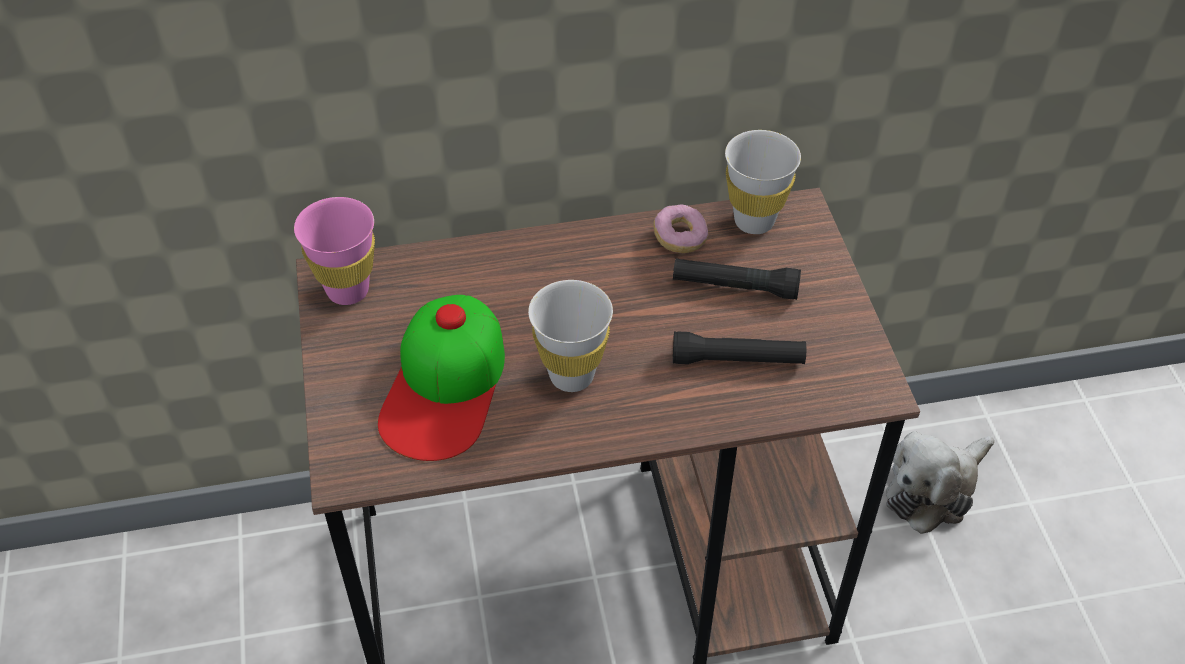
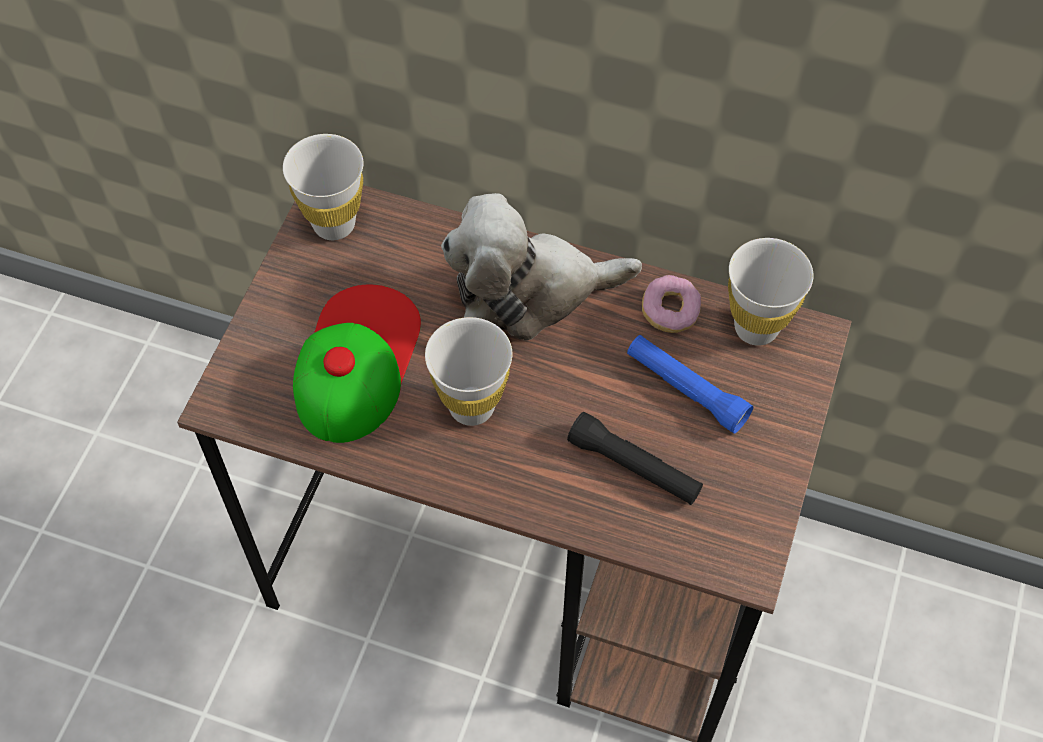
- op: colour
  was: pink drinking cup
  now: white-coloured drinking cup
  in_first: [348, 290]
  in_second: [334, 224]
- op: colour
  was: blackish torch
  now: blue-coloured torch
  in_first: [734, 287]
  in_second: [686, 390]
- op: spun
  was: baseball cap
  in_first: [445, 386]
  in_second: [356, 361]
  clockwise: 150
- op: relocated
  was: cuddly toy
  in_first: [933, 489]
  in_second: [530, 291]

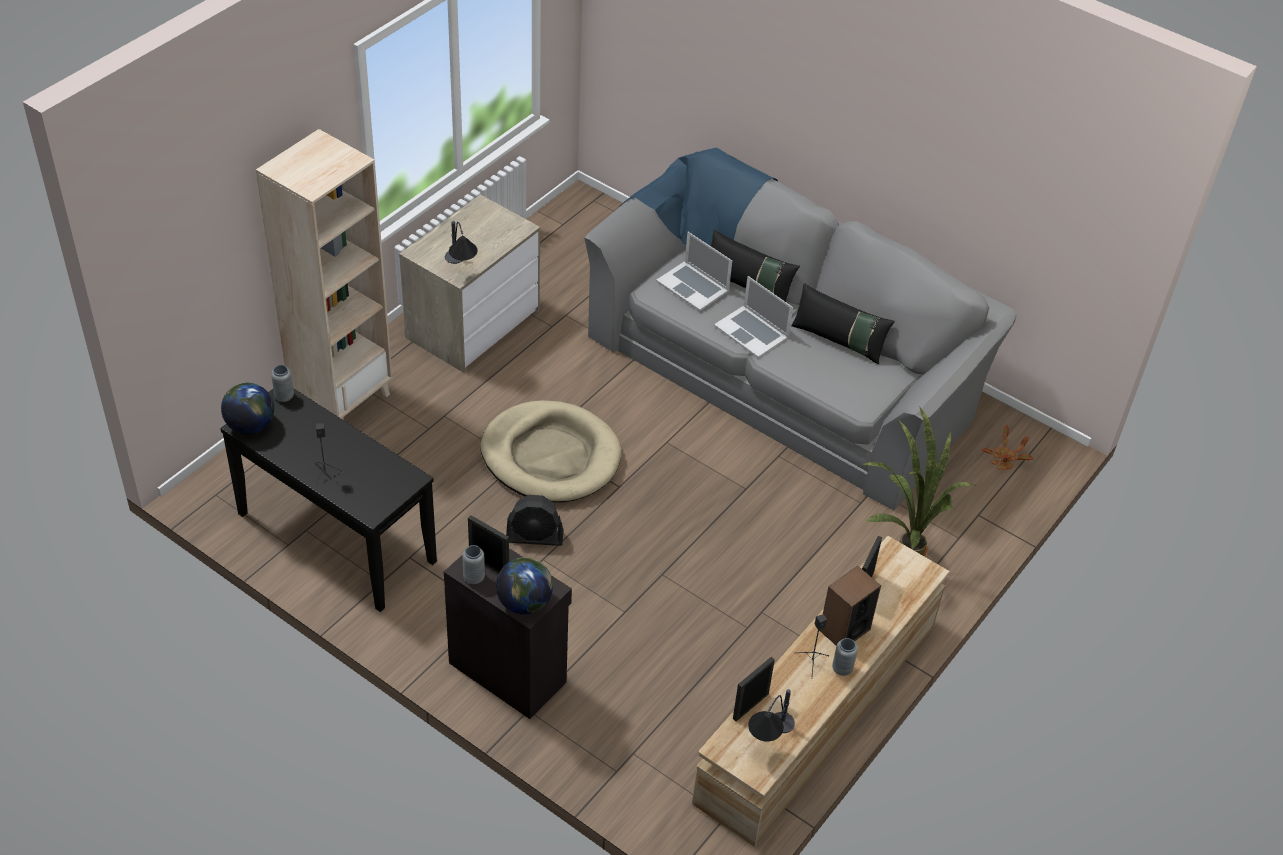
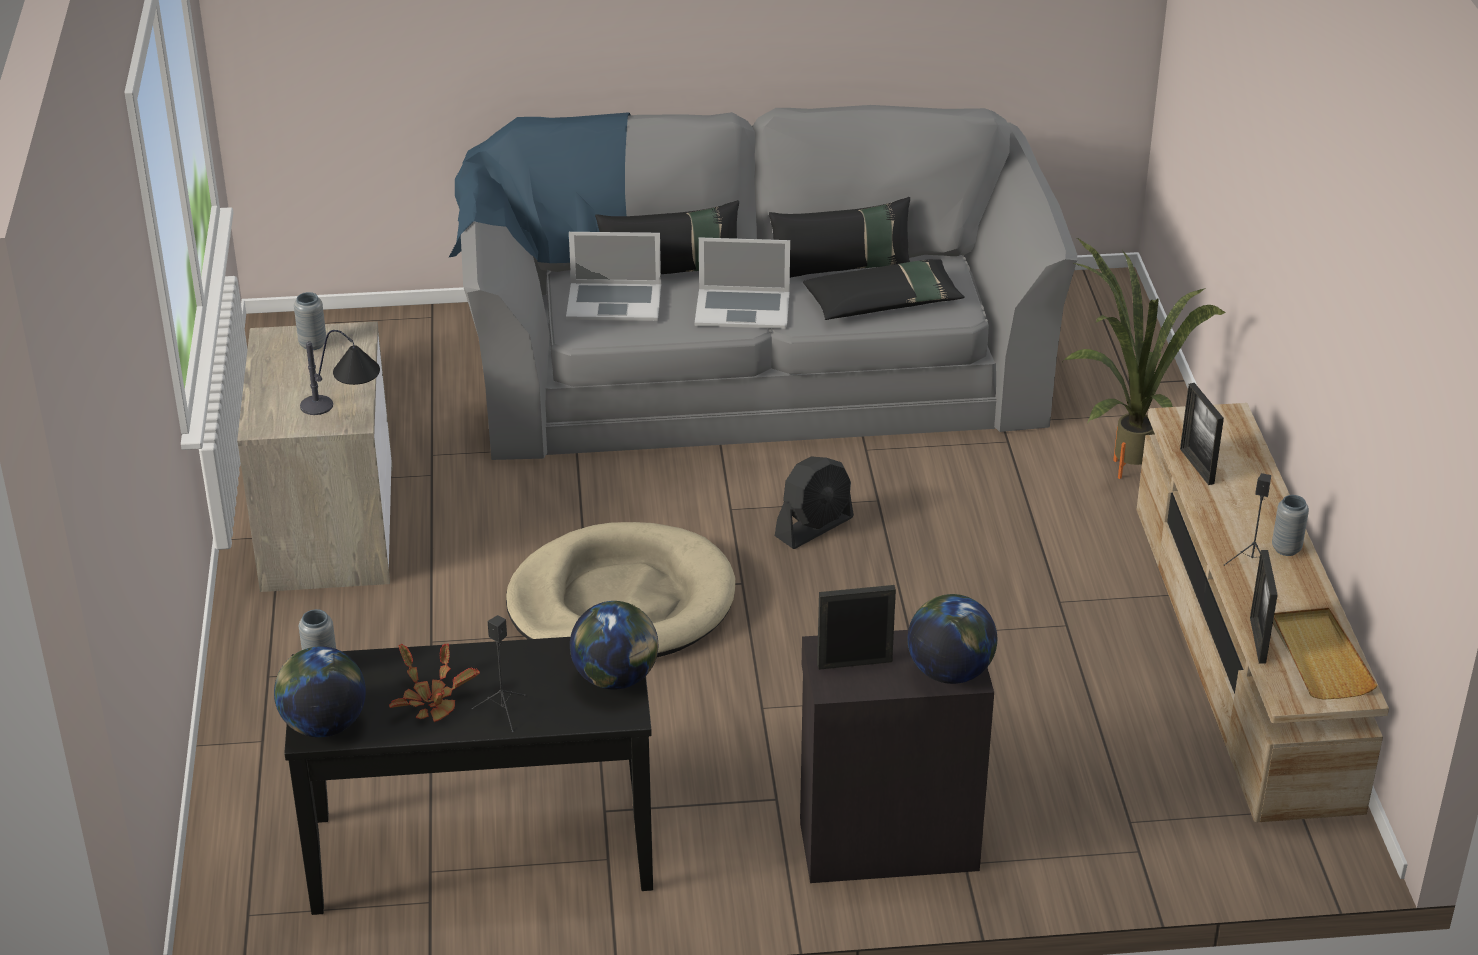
- op: missing
  was: beige-coloured bookshelf
  in_first: [342, 400]
- op: relocated
  was: potted plant
  in_first: [1005, 458]
  in_second: [432, 700]
- op: relocated
  was: blackish electric fan
  in_first: [535, 537]
  in_second: [814, 527]
- op: relocated
  was: greyish vase
  in_first: [474, 578]
  in_second: [313, 344]
- op: missing
  was: audio speaker
  in_first: [844, 630]
- op: exchanged
  was: lamp for a table
  now: beige-coloured carrying tray
  in_first: [769, 740]
  in_second: [1320, 657]
- op: appeared
  now: blackish cushion
  in_second: [883, 303]
- op: appeared
  now: globe
  in_second: [616, 678]

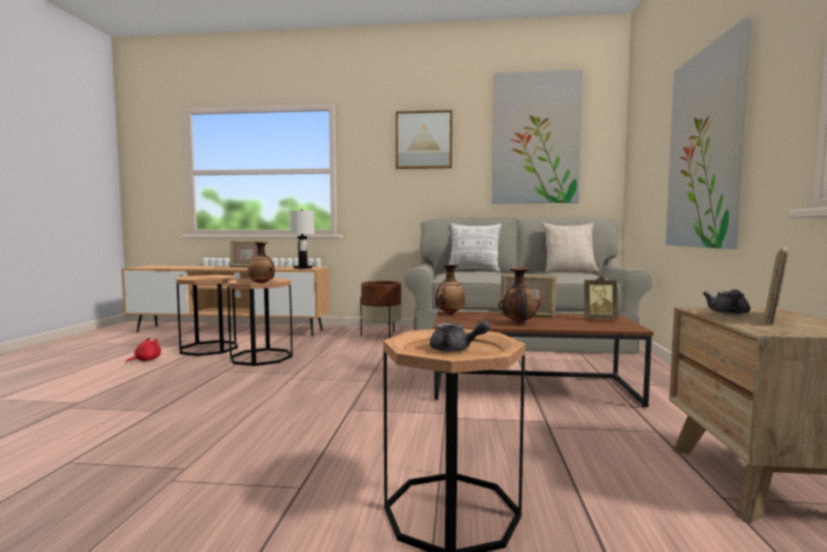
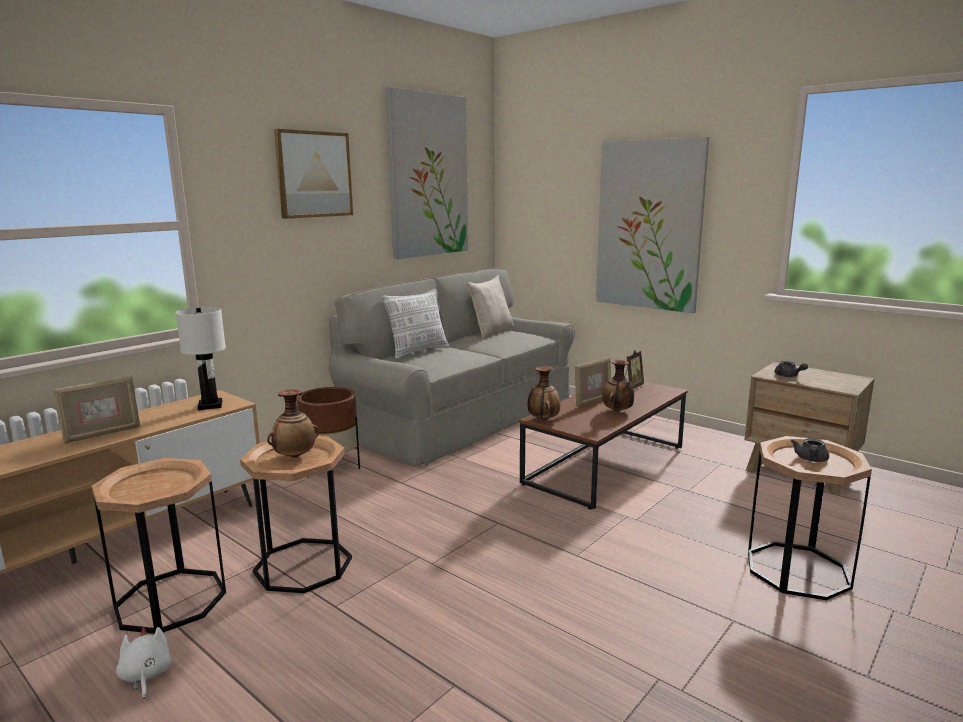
- op: missing
  was: standing frame
  in_first: [775, 319]
- op: spun
  was: greyish pot for tea
  in_first: [455, 350]
  in_second: [811, 459]
  clockwise: 150
- op: colour
  was: reddish cuddly toy
  now: white-coloured cuddly toy
  in_first: [146, 360]
  in_second: [146, 676]

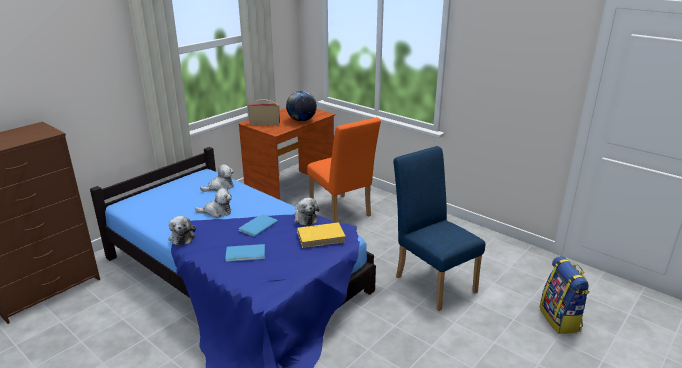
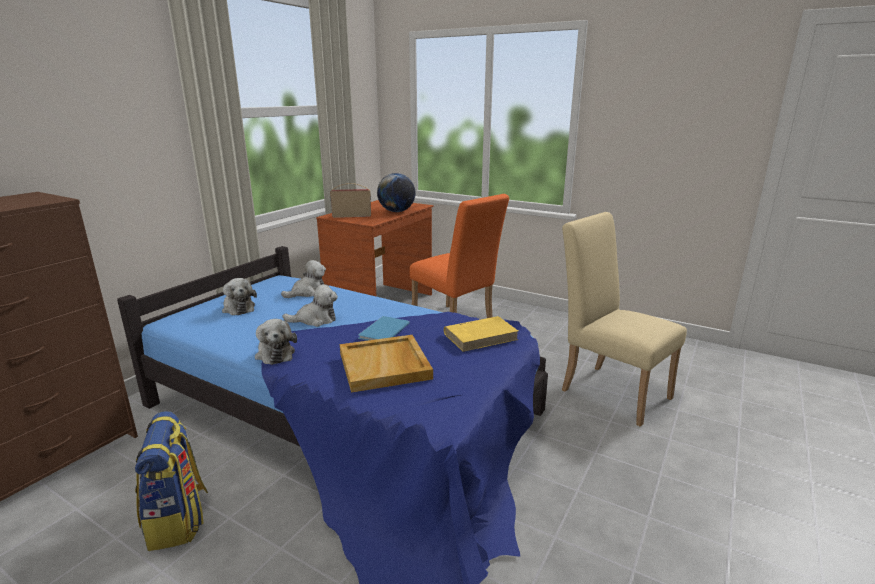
- op: colour
  was: blue-coloured plain chair
  now: beige-coloured plain chair
  in_first: [432, 280]
  in_second: [609, 390]
- op: relocated
  was: cuddly toy
  in_first: [304, 218]
  in_second: [238, 308]
- op: exchanged
  was: blue-coloured bound book
  now: beige-coloured carrying tray
  in_first: [246, 254]
  in_second: [385, 366]
- op: relocated
  was: backpack
  in_first: [560, 319]
  in_second: [178, 520]

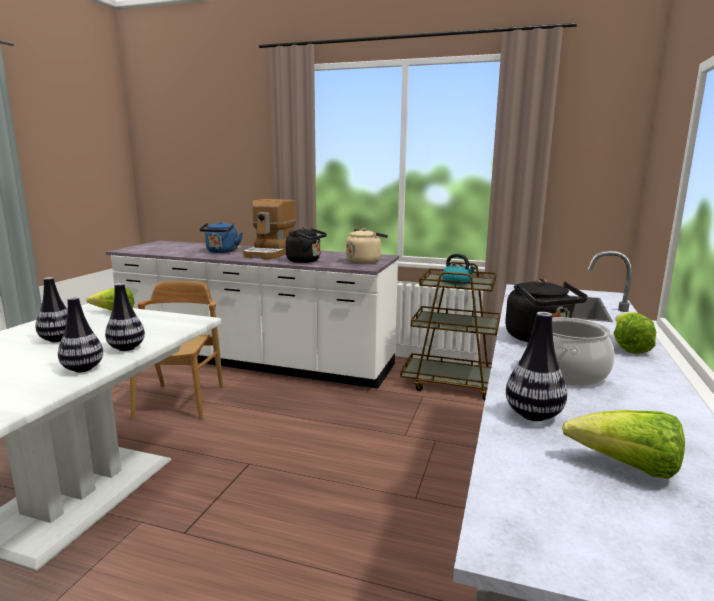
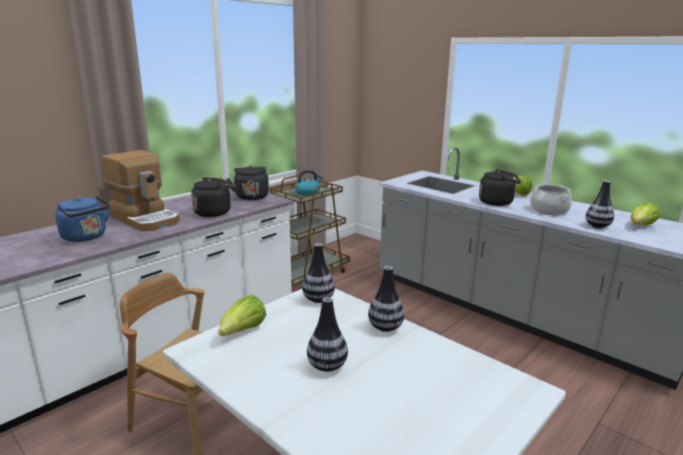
- op: colour
  was: beige-coloured kettle
  now: blackish kettle
  in_first: [365, 261]
  in_second: [251, 196]
- op: relocated
  was: vase
  in_first: [83, 369]
  in_second: [318, 300]

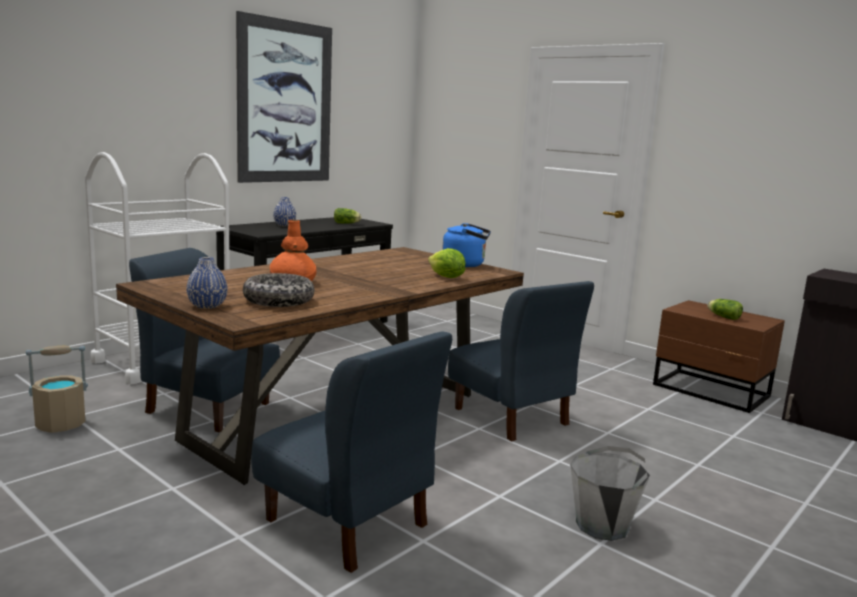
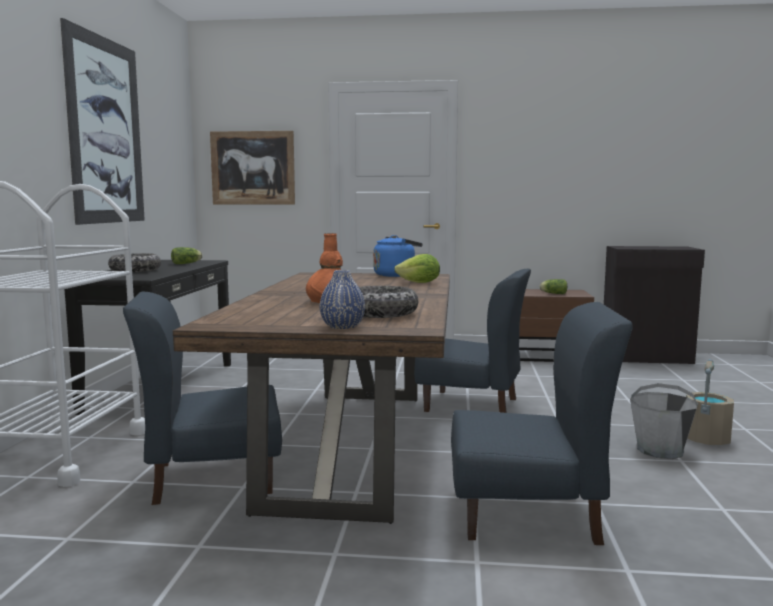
- op: exchanged
  was: blue-coloured vase
  now: serving bowl
  in_first: [284, 225]
  in_second: [135, 270]
- op: relocated
  was: beige-coloured water bucket
  in_first: [61, 424]
  in_second: [706, 439]
- op: appeared
  now: wall art
  in_second: [253, 168]

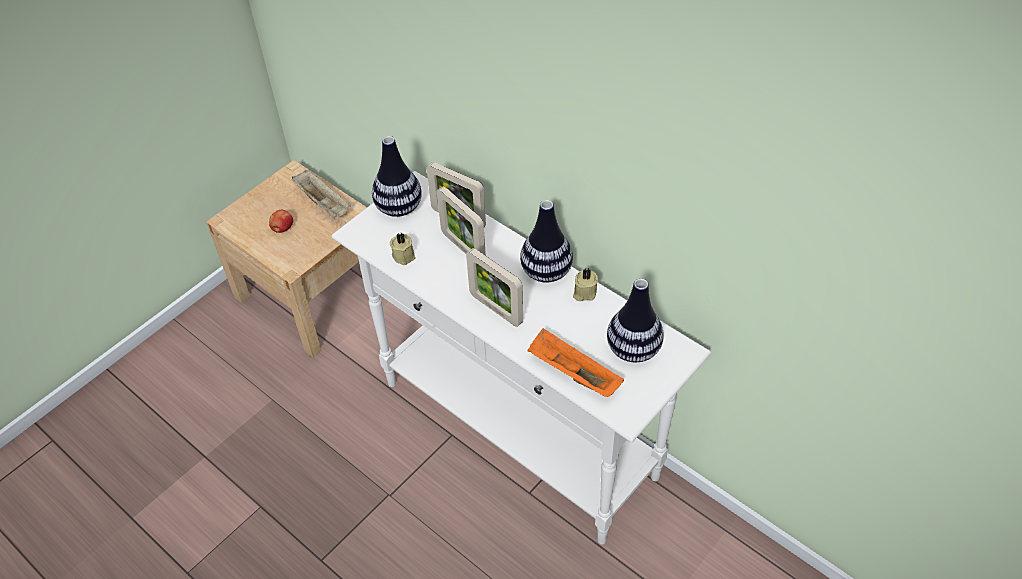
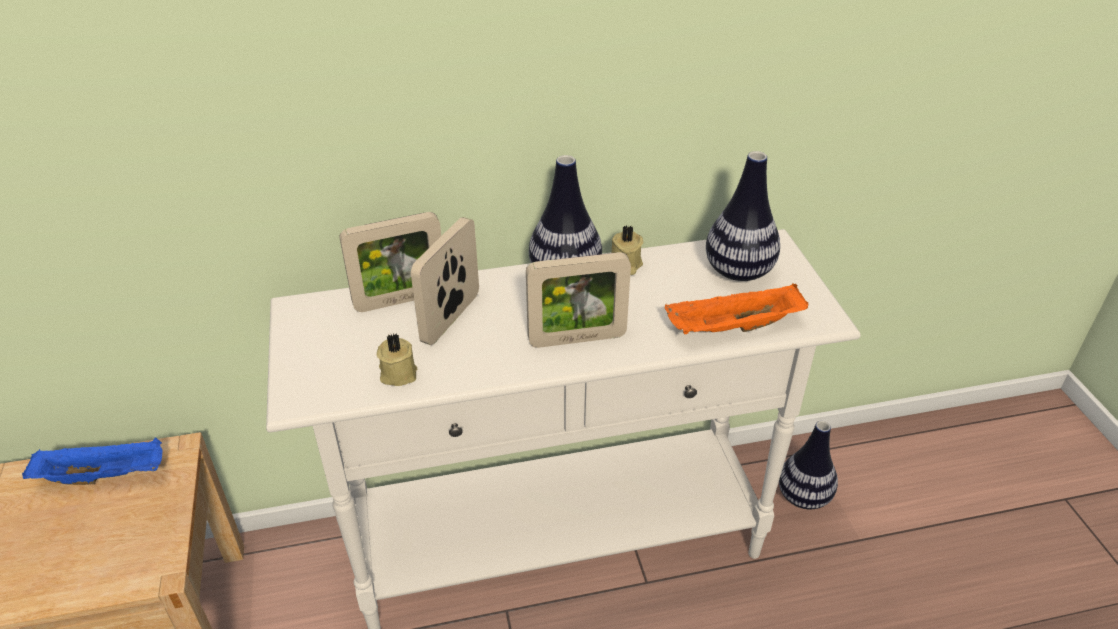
- op: relocated
  was: vase
  in_first: [399, 208]
  in_second: [803, 497]
- op: colour
  was: beige-coloured carrying tray
  now: blue-coloured carrying tray
  in_first: [324, 203]
  in_second: [105, 475]
- op: spun
  was: standing frame
  in_first: [463, 247]
  in_second: [451, 318]
  clockwise: 120
- op: missing
  was: apple
  in_first: [282, 229]

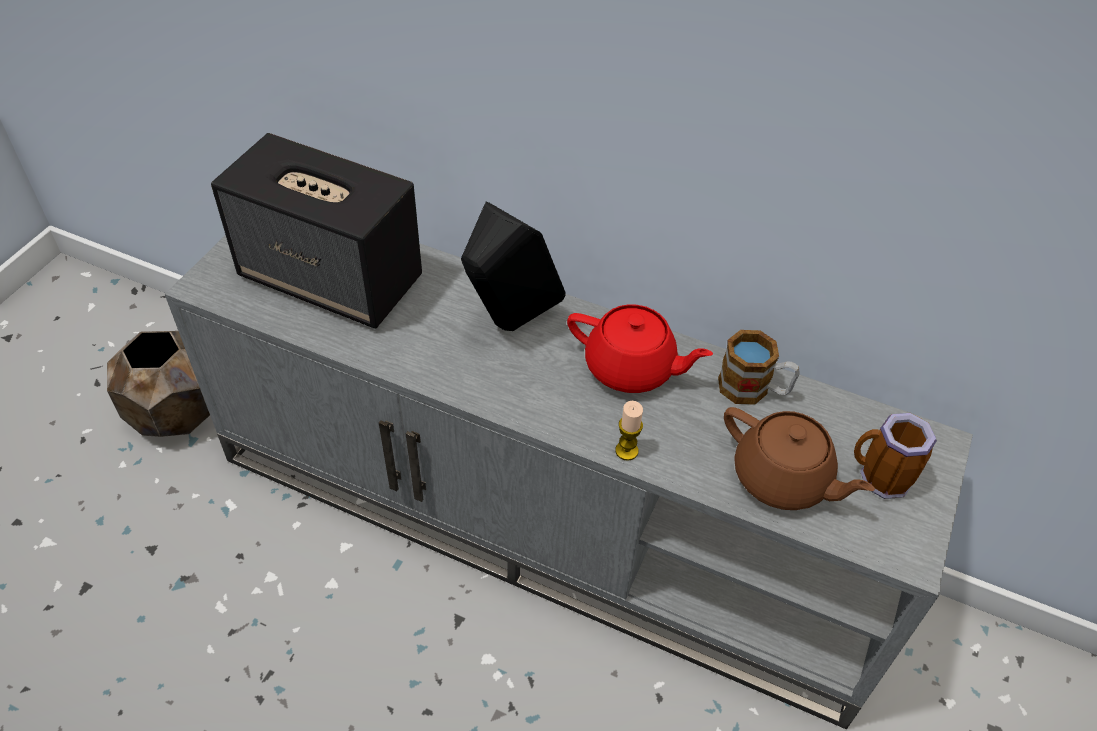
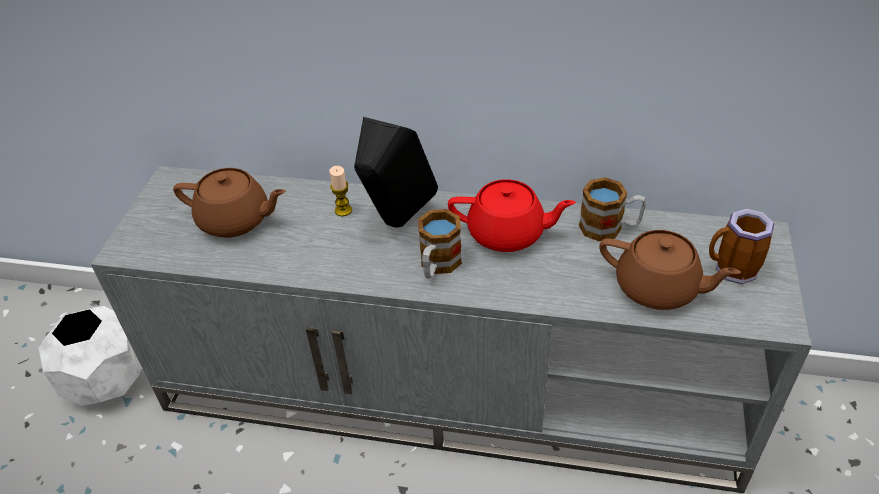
- op: exchanged
  was: audio speaker
  now: brown-coloured pot for tea
  in_first: [333, 279]
  in_second: [235, 220]
- op: colour
  was: brown-coloured planter
  now: white-coloured planter
  in_first: [176, 414]
  in_second: [107, 383]
- op: relocated
  was: candle
  in_first: [626, 451]
  in_second: [343, 210]
- op: appeared
  now: tea mug
  in_second: [437, 265]

